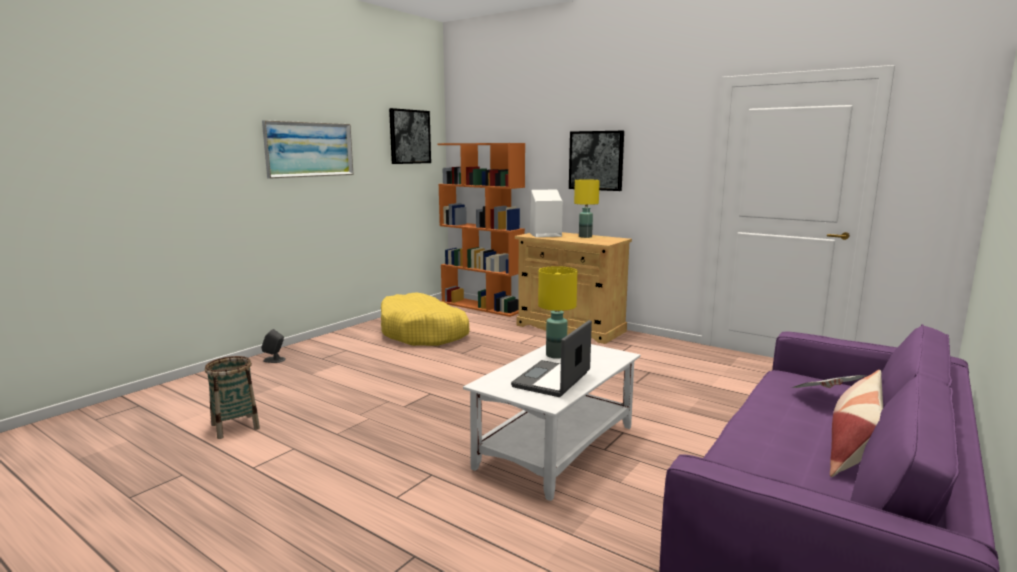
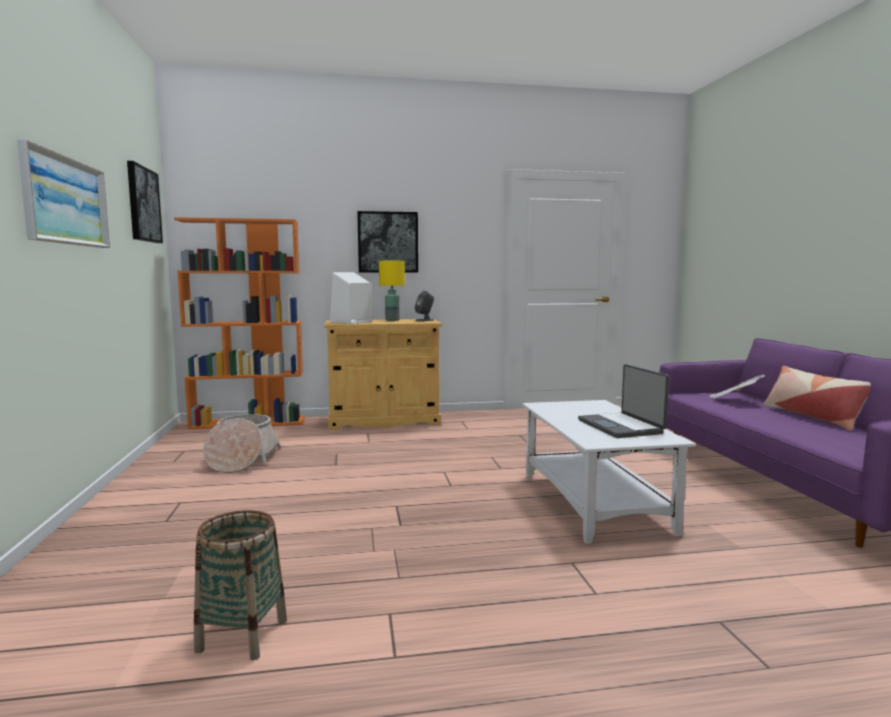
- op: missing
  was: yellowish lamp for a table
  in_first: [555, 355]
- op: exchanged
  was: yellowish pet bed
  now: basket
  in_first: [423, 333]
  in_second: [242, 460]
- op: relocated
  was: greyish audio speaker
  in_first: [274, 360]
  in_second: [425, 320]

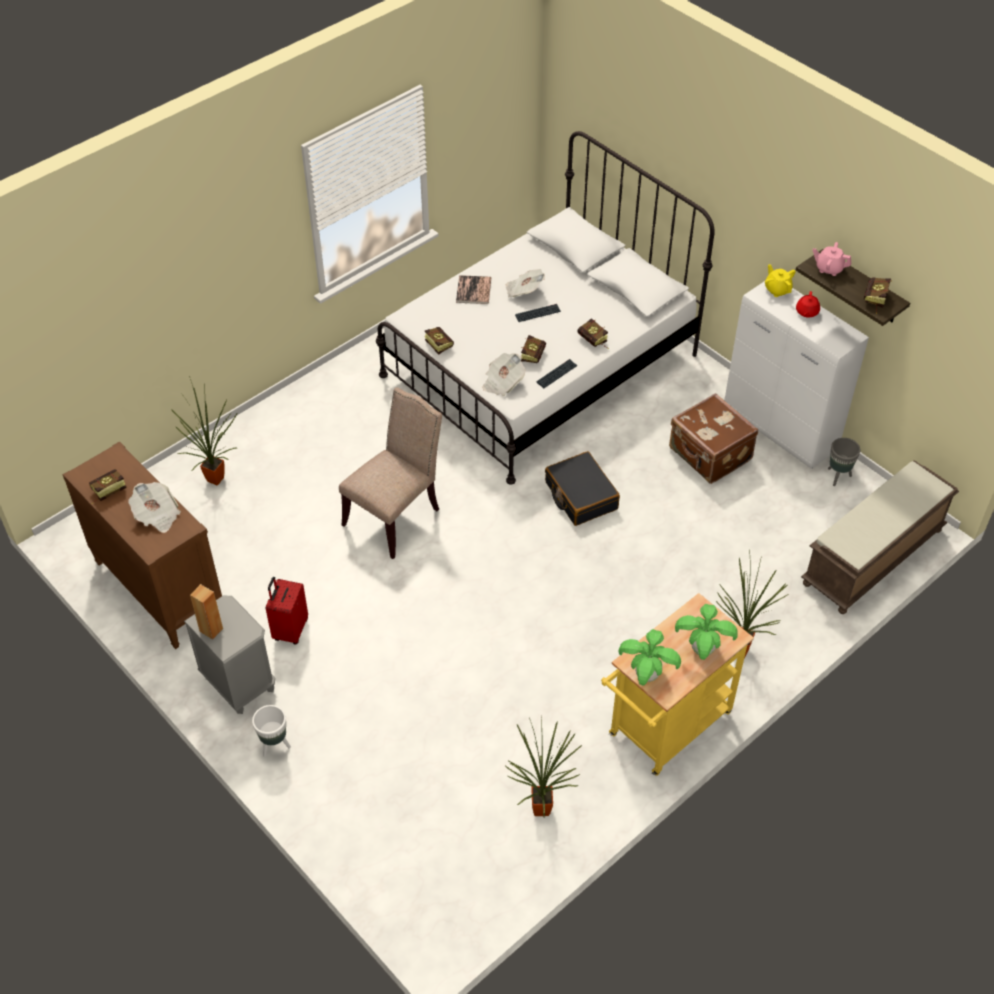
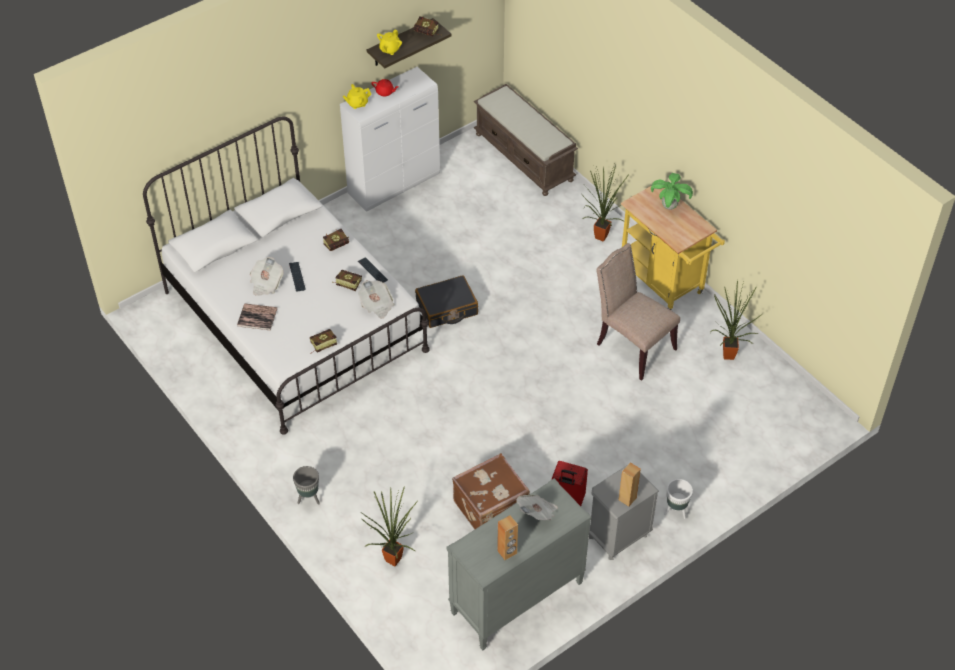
- op: colour
  was: pink pot for tea
  now: yellowish pot for tea
  in_first: [829, 268]
  in_second: [390, 49]
- op: relocated
  was: beige-coloured plain chair
  in_first: [395, 516]
  in_second: [632, 346]
- op: relocated
  was: brown-coloured travel case
  in_first: [709, 455]
  in_second: [491, 508]
- op: relocated
  was: greyish planter
  in_first: [837, 477]
  in_second: [309, 499]
- op: colour
  was: brown-coloured drawer chest
  now: greyish drawer chest
  in_first: [159, 589]
  in_second: [516, 599]
- op: exchanged
  was: bound book
  now: brown-coloured audio speaker
  in_first: [106, 492]
  in_second: [507, 552]
- op: missing
  was: potted plant
  in_first: [647, 675]

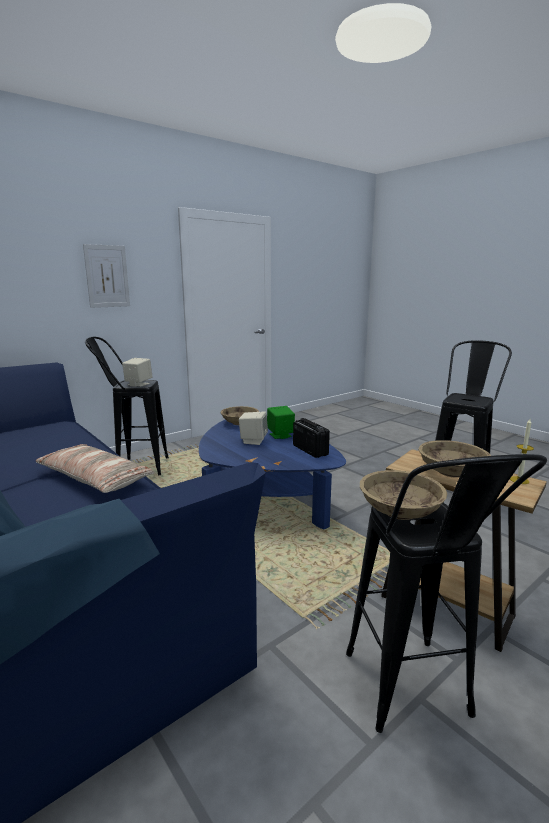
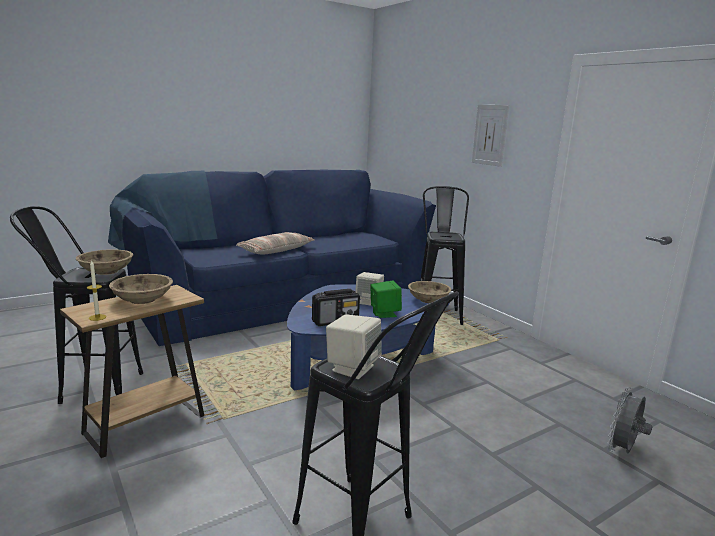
- op: relocated
  was: beige-coloured audio speaker
  in_first: [138, 384]
  in_second: [352, 368]
- op: appeared
  now: greyish electric fan
  in_second: [623, 451]

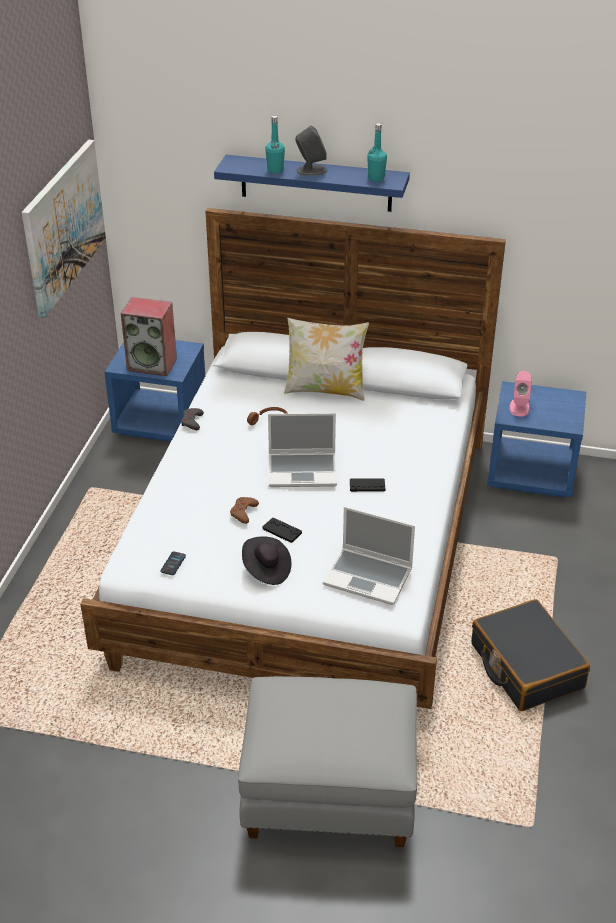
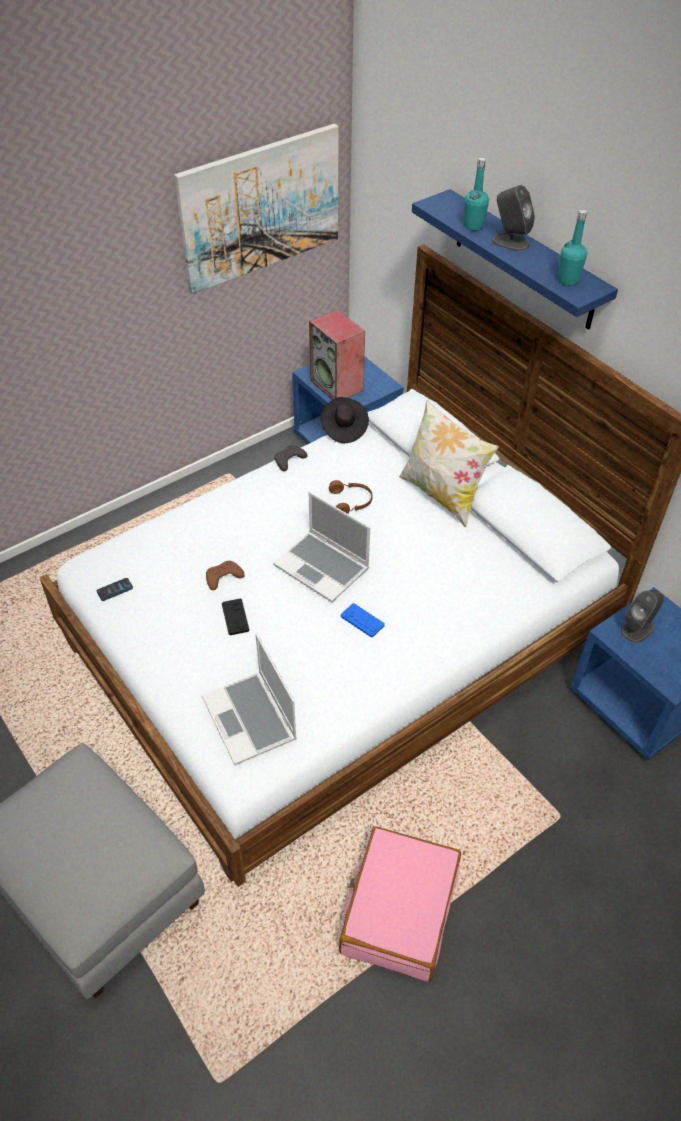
- op: colour
  was: pink audio speaker
  now: greyish audio speaker
  in_first: [519, 407]
  in_second: [637, 629]
- op: colour
  was: blackish joypad
  now: blue-coloured joypad
  in_first: [367, 486]
  in_second: [362, 621]
- op: relocated
  was: blackish wearable hat
  in_first: [266, 570]
  in_second: [343, 429]
- op: colour
  was: blackish travel case
  now: pink travel case
  in_first: [525, 666]
  in_second: [399, 910]

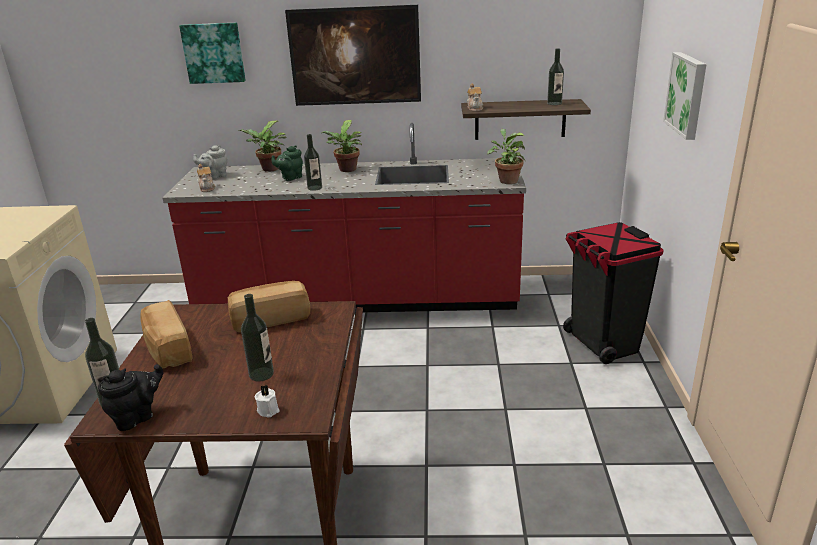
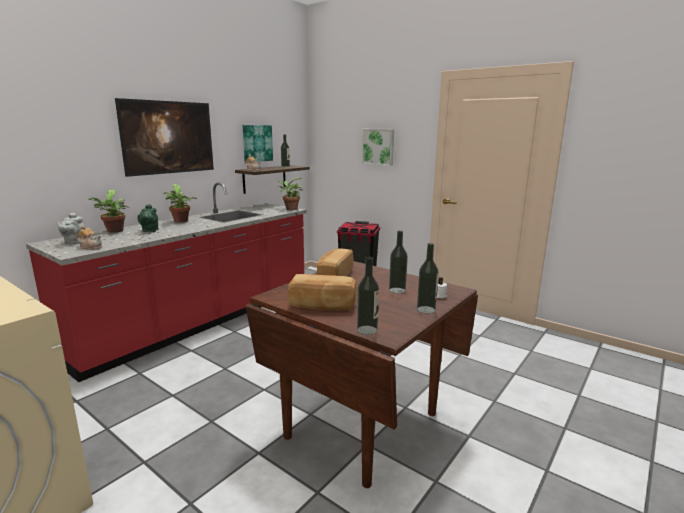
- op: relocated
  was: wall art
  in_first: [214, 53]
  in_second: [257, 143]
- op: relocated
  was: drink bottle
  in_first: [314, 188]
  in_second: [426, 309]
- op: missing
  was: blackish pot for tea
  in_first: [137, 417]

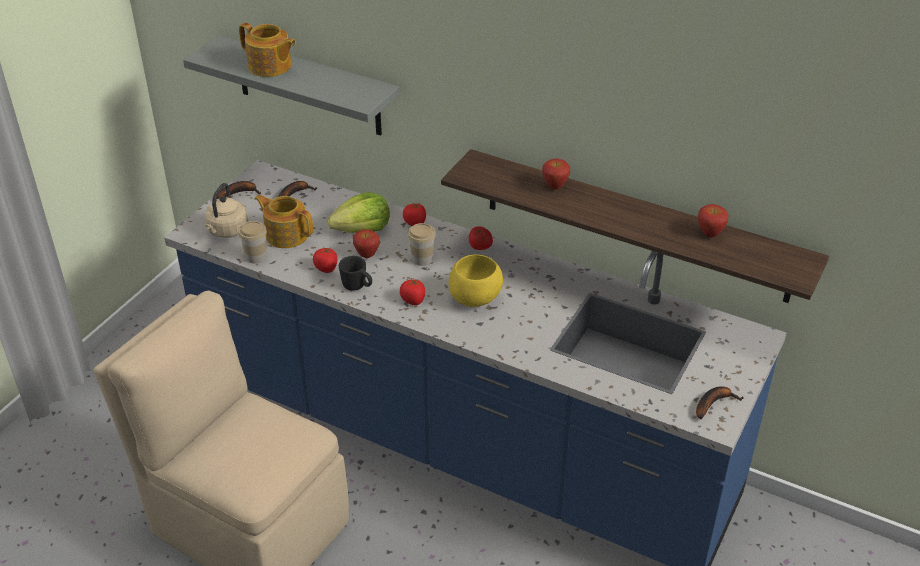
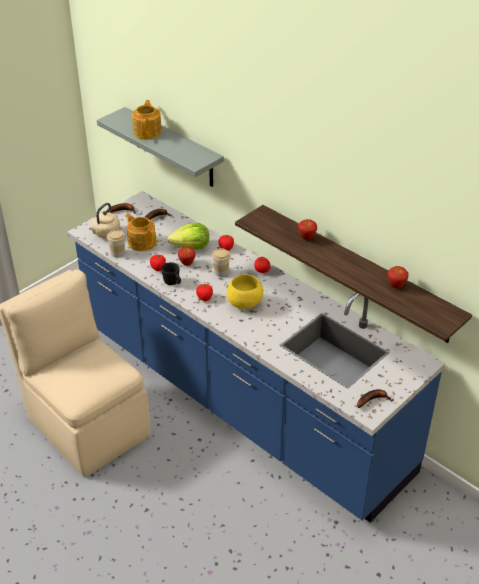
- op: spun
  was: pot for tea
  in_first: [270, 66]
  in_second: [148, 132]
  clockwise: -135

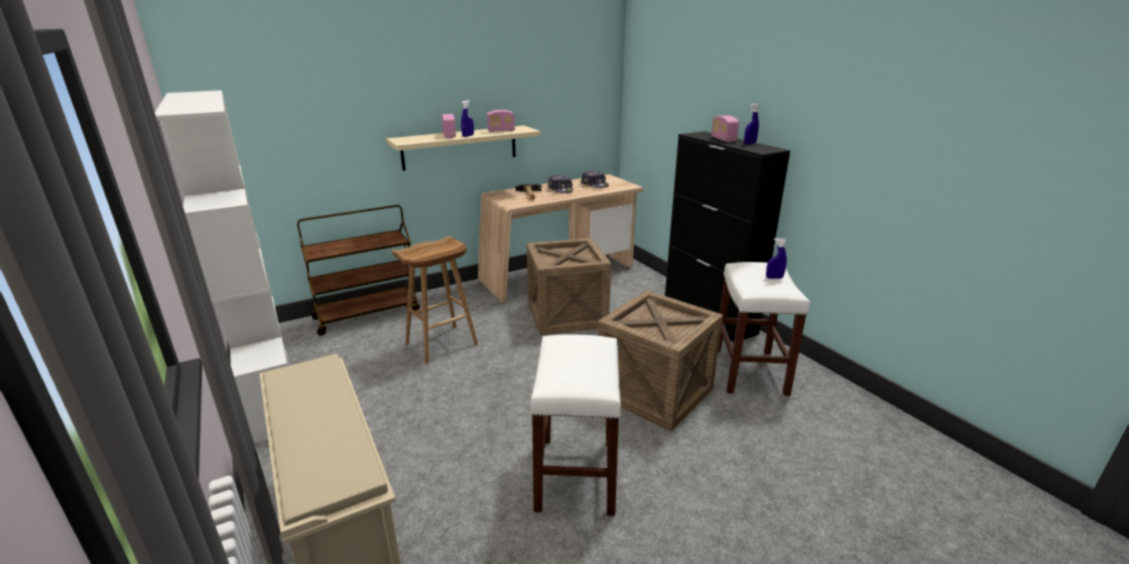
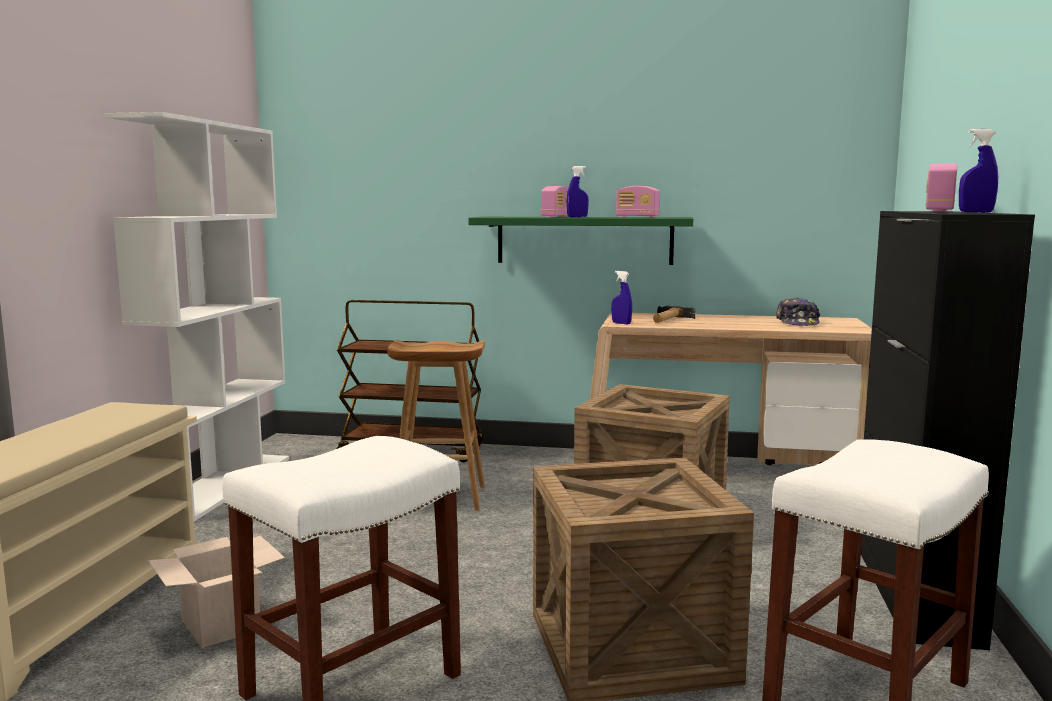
- op: colour
  was: beige-coloured shelf
  now: green shelf
  in_first: [460, 147]
  in_second: [584, 240]
- op: missing
  was: baseball cap
  in_first: [560, 189]
- op: relocated
  was: blue-coloured hand sprayer
  in_first: [774, 278]
  in_second: [621, 323]
- op: appeared
  now: cardboard box
  in_second: [223, 625]

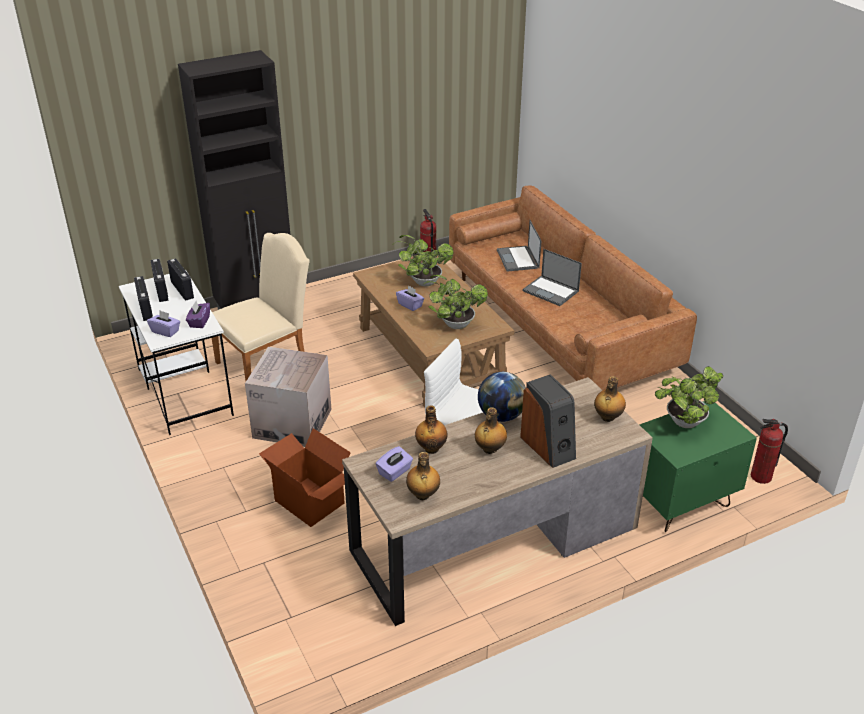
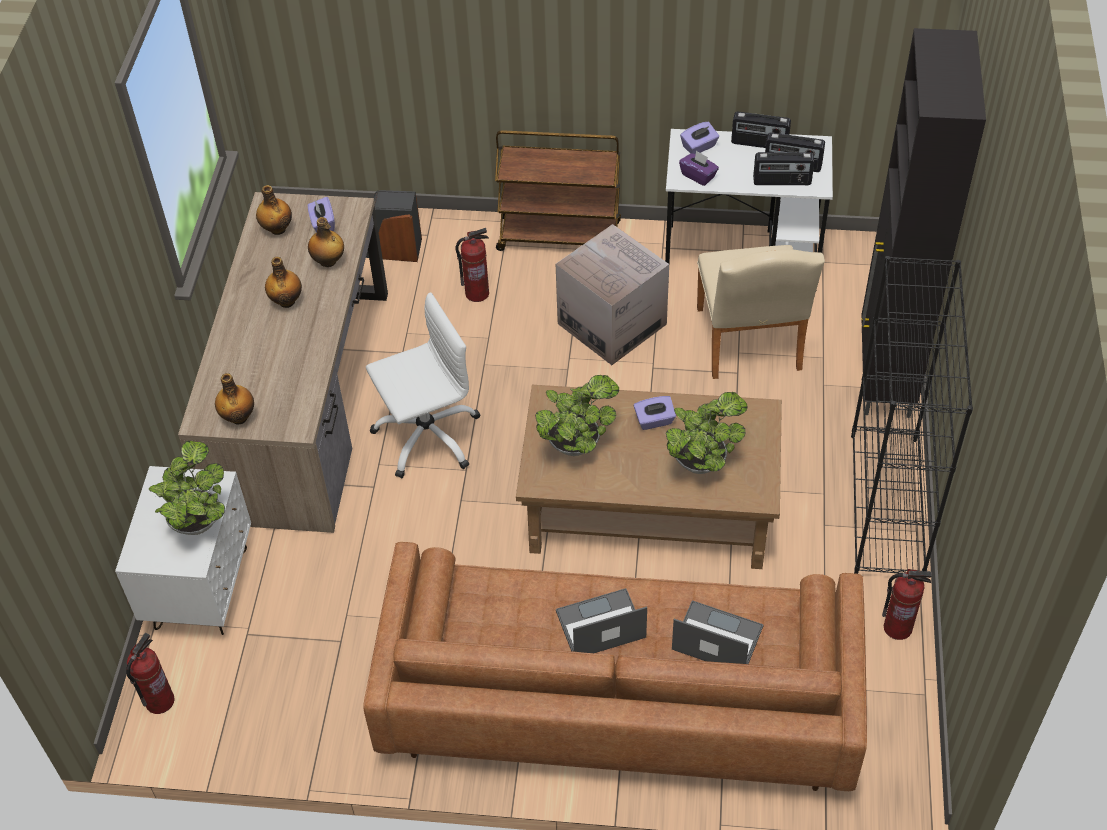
- op: missing
  was: globe
  in_first: [501, 416]
- op: relocated
  was: audio speaker
  in_first: [548, 446]
  in_second: [394, 249]
- op: colour
  was: green night table
  now: white-coloured night table
  in_first: [680, 503]
  in_second: [201, 588]
- op: exchanged
  was: cardboard box
  now: extinguisher
  in_first: [310, 501]
  in_second: [477, 293]
- op: appeared
  now: brown-coloured cart
  in_second: [560, 236]
- op: appeared
  now: blackish bookshelf
  in_second: [887, 506]

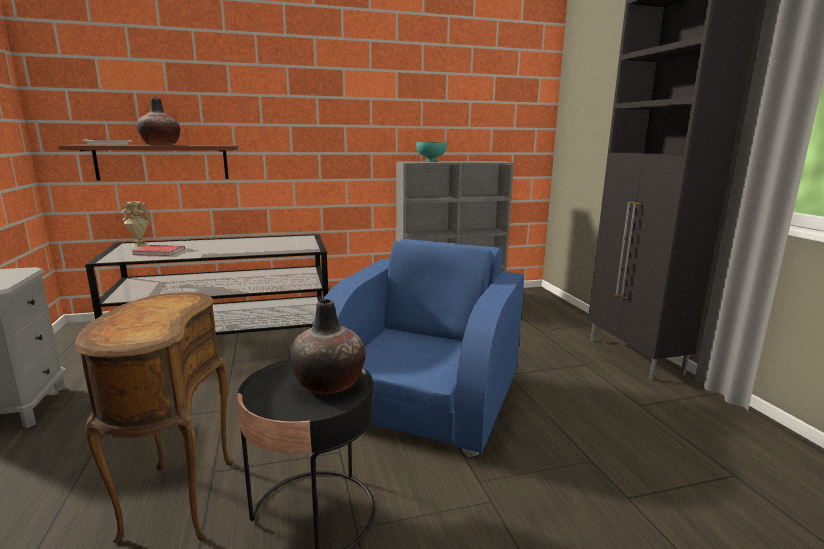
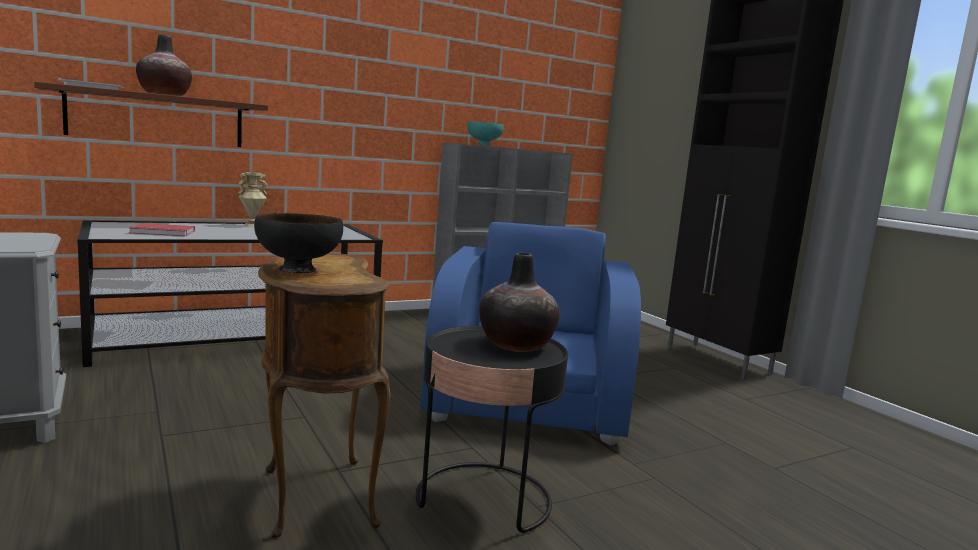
- op: relocated
  was: beige-coloured vase
  in_first: [139, 245]
  in_second: [252, 225]
- op: appeared
  now: blackish serving bowl
  in_second: [298, 269]

